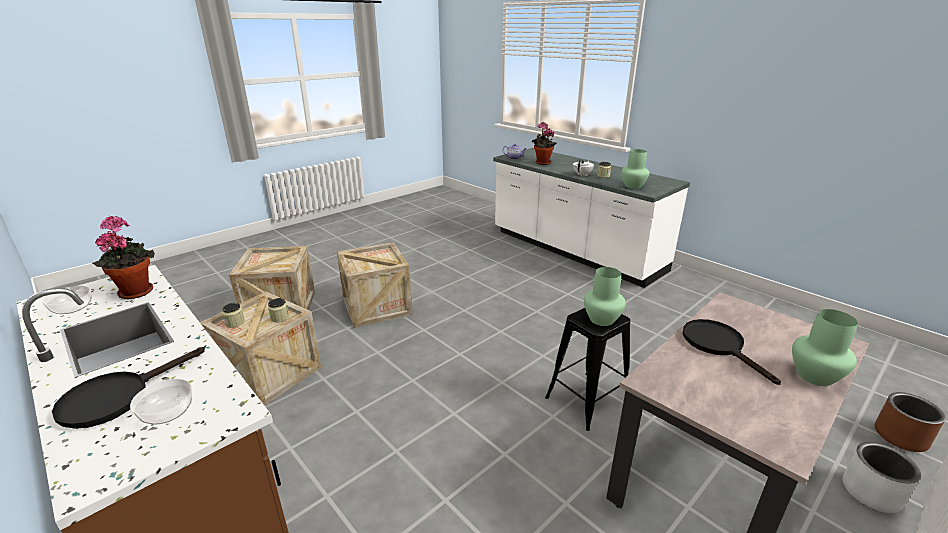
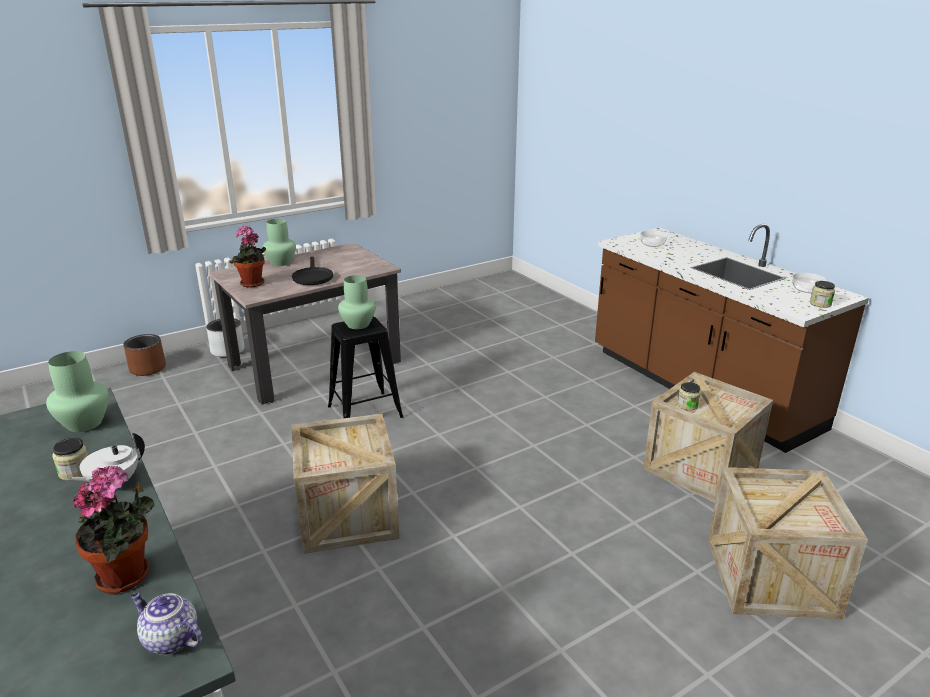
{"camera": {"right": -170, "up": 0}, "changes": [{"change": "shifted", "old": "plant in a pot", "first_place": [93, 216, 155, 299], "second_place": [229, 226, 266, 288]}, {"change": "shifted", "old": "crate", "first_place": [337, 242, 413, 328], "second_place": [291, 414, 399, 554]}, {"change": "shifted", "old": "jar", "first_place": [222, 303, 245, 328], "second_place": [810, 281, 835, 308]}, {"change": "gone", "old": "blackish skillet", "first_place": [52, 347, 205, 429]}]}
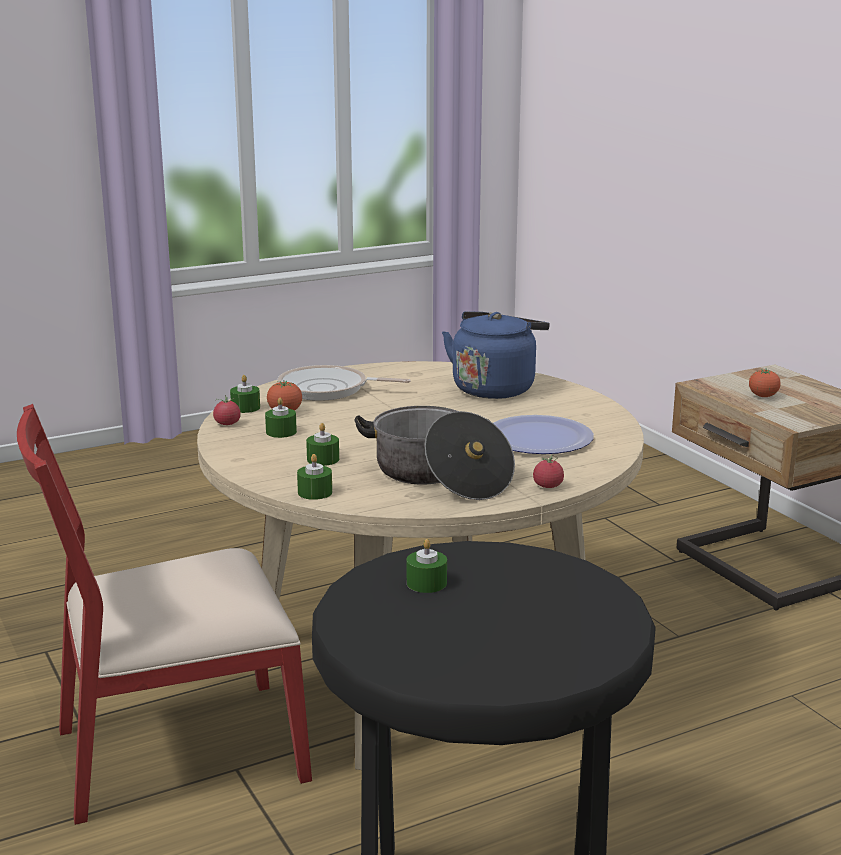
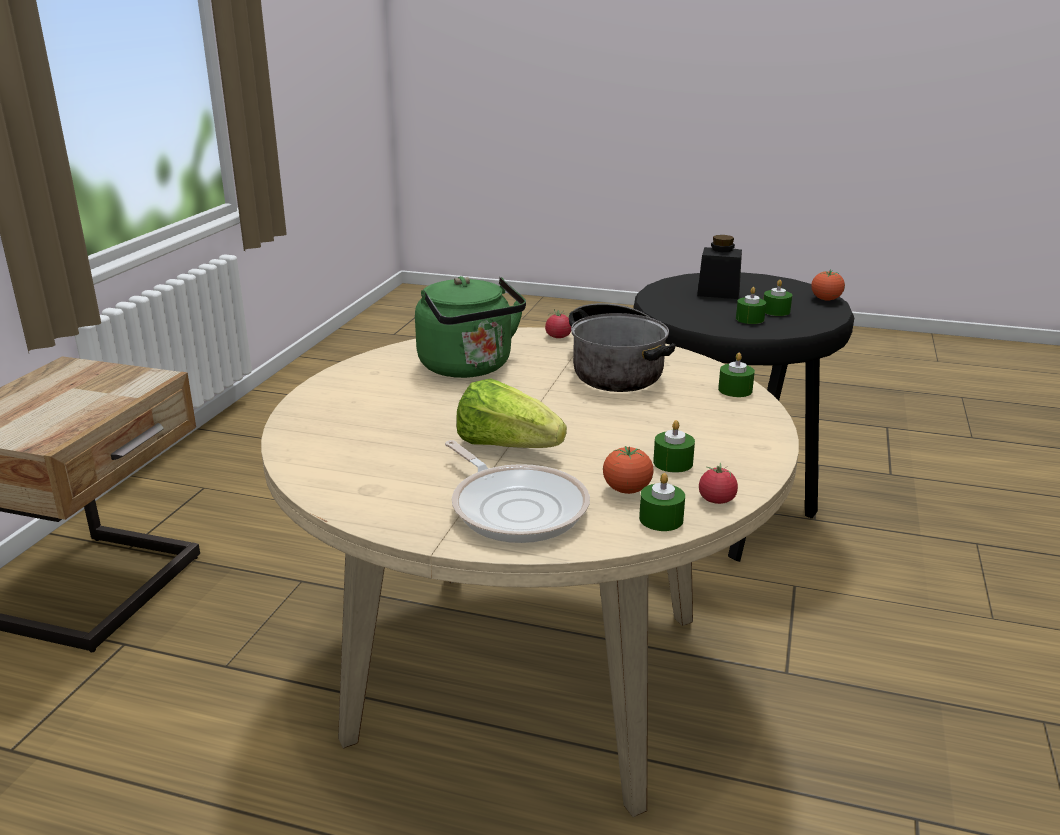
{"camera": {"right": -135, "up": 5}, "changes": [{"change": "swapped", "old": "plate", "new": "greenish tea kettle", "first_place": [493, 415, 594, 454], "second_place": [415, 276, 526, 378]}, {"change": "new", "new": "lettuce", "second_place": [456, 378, 567, 448]}, {"change": "new", "new": "blackish jar", "second_place": [697, 235, 742, 299]}, {"change": "shifted", "old": "greenish wax candle", "first_place": [306, 423, 339, 466], "second_place": [763, 280, 792, 316]}, {"change": "shifted", "old": "tomato", "first_place": [749, 368, 781, 397], "second_place": [811, 270, 845, 300]}, {"change": "gone", "old": "red-coloured chair", "first_place": [17, 404, 312, 825]}, {"change": "gone", "old": "blue tea kettle", "first_place": [442, 311, 549, 399]}]}
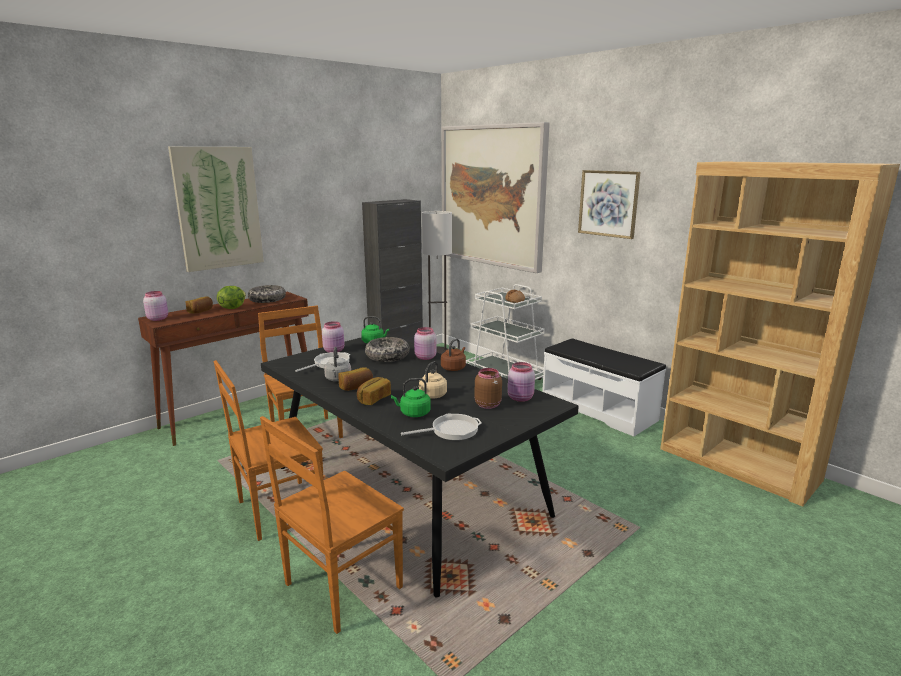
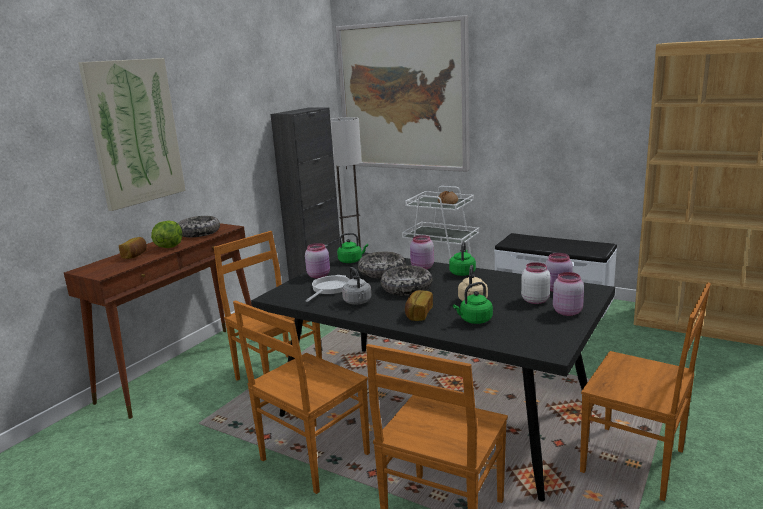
{"camera": {"right": -15, "up": 0}, "changes": [{"change": "new", "new": "deep dish", "second_place": [381, 266, 432, 296]}, {"change": "repainted", "old": "brown tea kettle", "new": "greenish tea kettle", "first_place": [441, 338, 466, 371], "second_place": [449, 241, 476, 276]}, {"change": "repainted", "old": "brown jar", "new": "white-coloured jar", "first_place": [474, 368, 502, 409], "second_place": [521, 262, 550, 304]}, {"change": "shifted", "old": "pink-coloured jar", "first_place": [143, 291, 168, 321], "second_place": [553, 272, 584, 316]}, {"change": "new", "new": "brown chair", "second_place": [580, 282, 711, 501]}, {"change": "gone", "old": "bakery bread", "first_place": [338, 367, 373, 391]}, {"change": "gone", "old": "skillet", "first_place": [401, 414, 481, 440]}, {"change": "gone", "old": "picture", "first_place": [578, 170, 641, 239]}]}
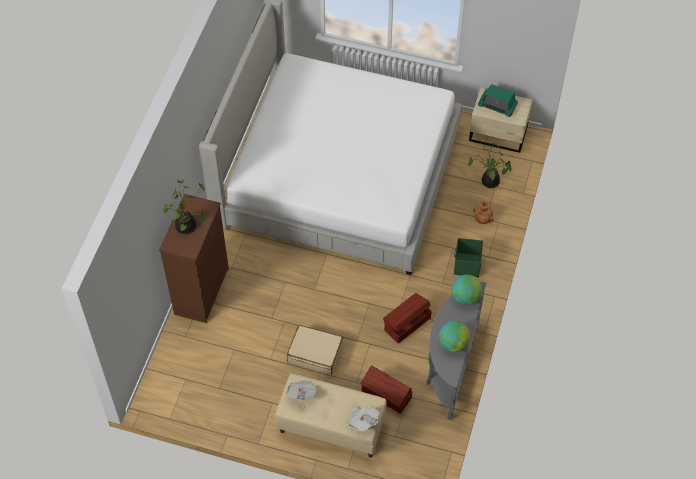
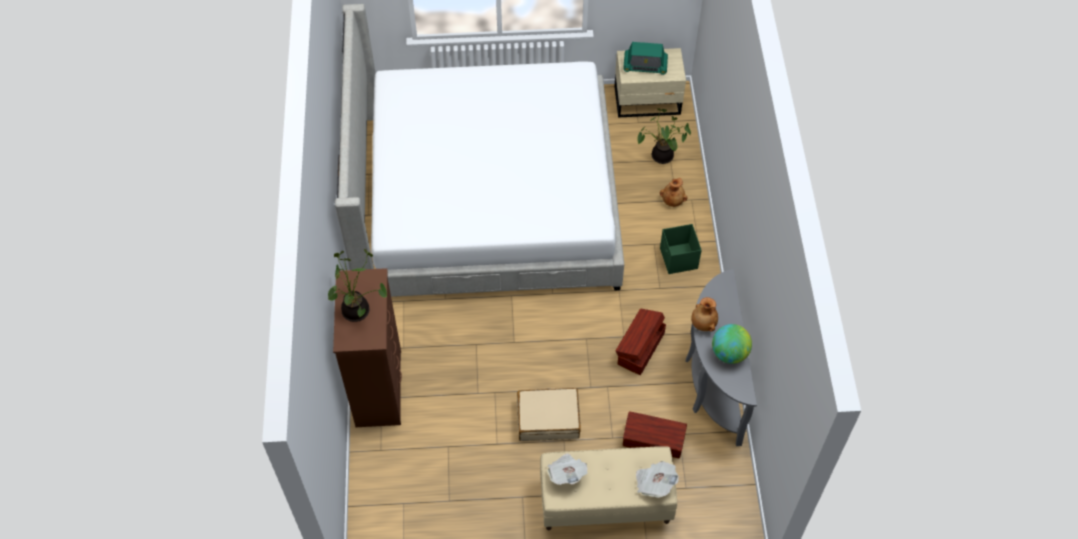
{"camera": {"right": -20, "up": 0}, "changes": [{"change": "new", "new": "brown decorative vase", "second_place": [691, 297, 718, 331]}, {"change": "gone", "old": "desk globe", "first_place": [452, 275, 482, 305]}]}
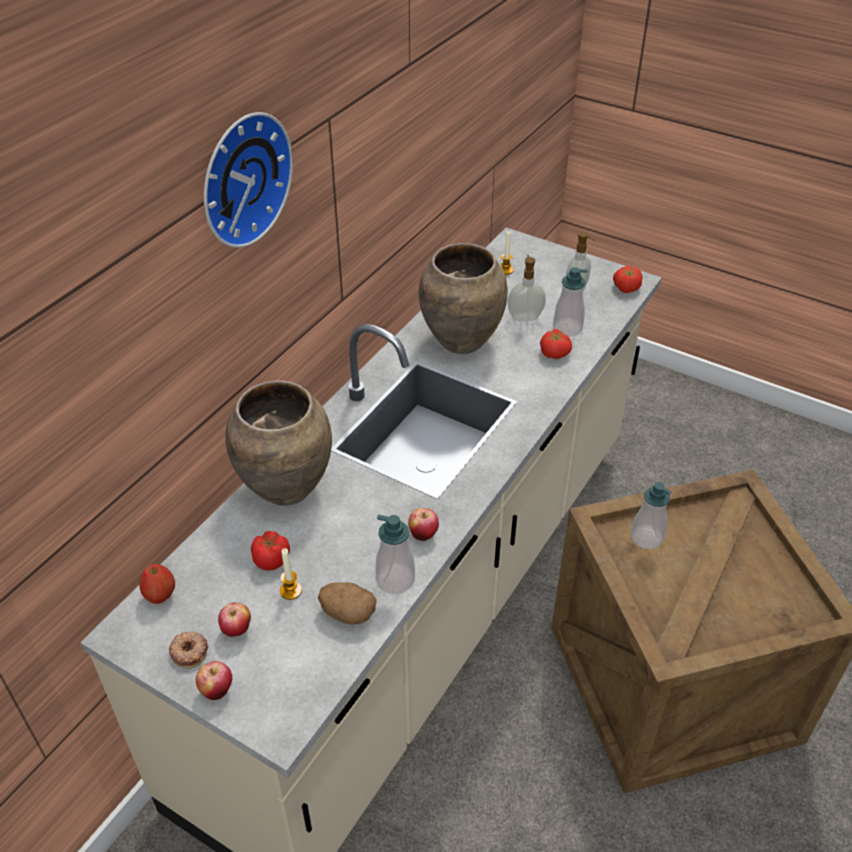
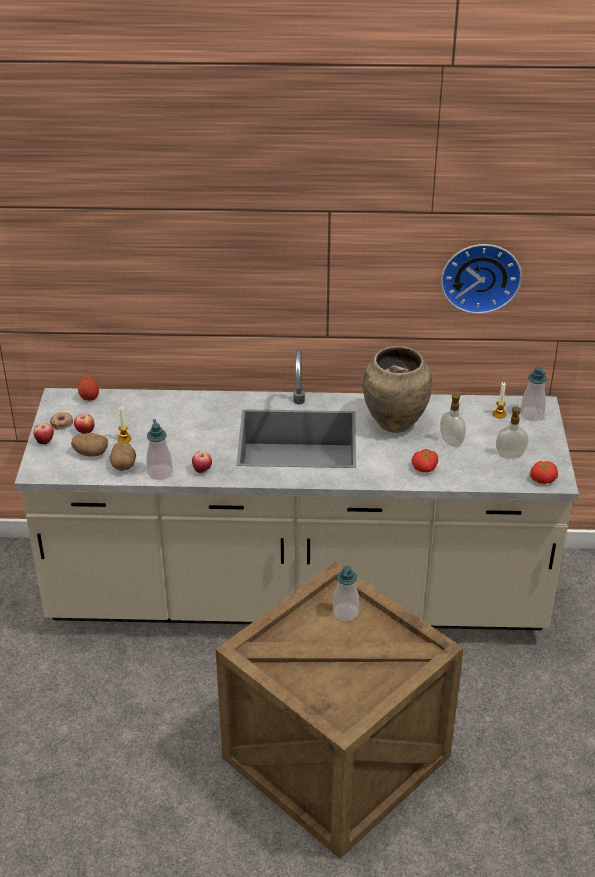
{"camera": {"right": 60, "up": -5}, "changes": [{"change": "new", "new": "spud", "second_place": [71, 433, 108, 457]}, {"change": "shifted", "old": "hanging clock", "first_place": [204, 112, 293, 248], "second_place": [441, 244, 522, 314]}, {"change": "shifted", "old": "soap bottle", "first_place": [553, 267, 588, 337], "second_place": [520, 366, 547, 421]}, {"change": "gone", "old": "brown decorative vase", "first_place": [225, 380, 332, 506]}, {"change": "gone", "old": "tomato", "first_place": [251, 531, 290, 571]}]}
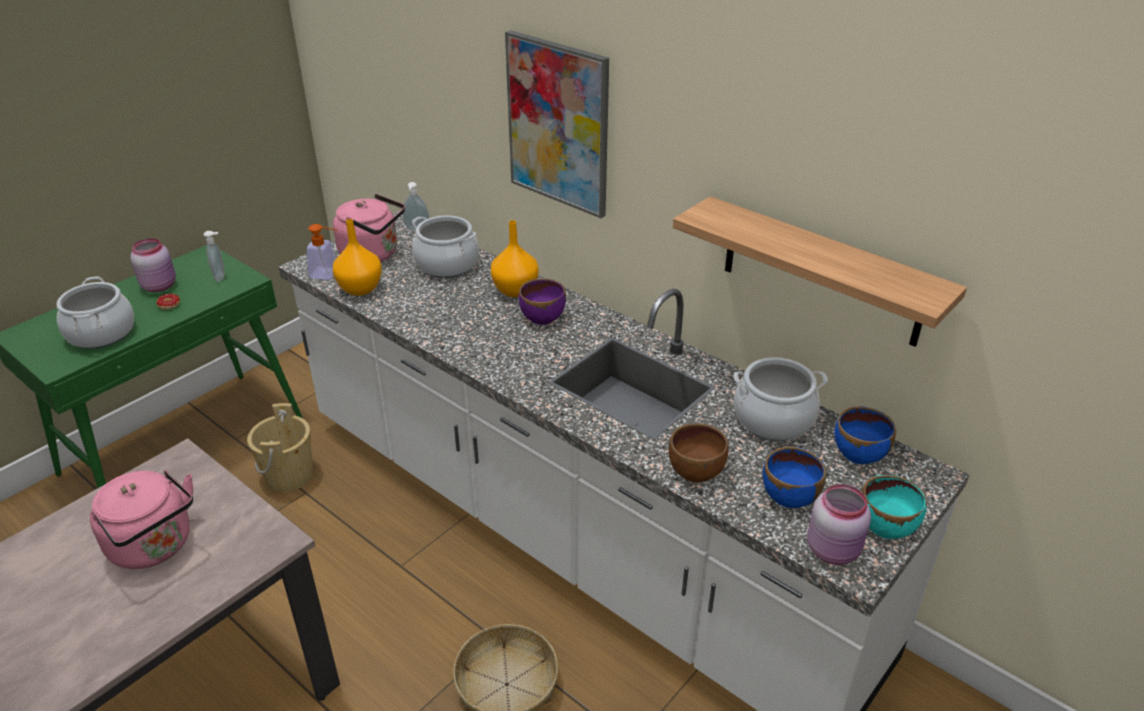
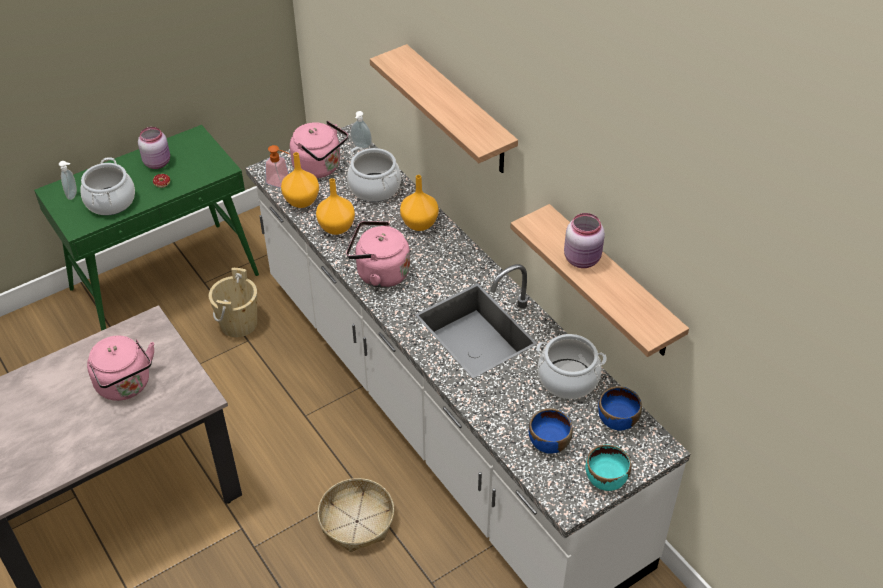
{"camera": {"right": 15, "up": 10}, "changes": [{"change": "shifted", "old": "soap bottle", "first_place": [203, 231, 225, 282], "second_place": [59, 161, 77, 200]}, {"change": "new", "new": "orange decorative vase", "second_place": [316, 178, 355, 235]}, {"change": "new", "new": "pink-coloured tea kettle", "second_place": [346, 221, 410, 288]}, {"change": "swapped", "old": "picture", "new": "shelf", "first_place": [505, 30, 609, 218], "second_place": [370, 44, 518, 173]}, {"change": "shifted", "old": "pink-coloured jar", "first_place": [807, 484, 871, 565], "second_place": [564, 213, 605, 268]}, {"change": "gone", "old": "purplish deep dish", "first_place": [519, 278, 566, 325]}, {"change": "gone", "old": "brown deep dish", "first_place": [669, 423, 729, 483]}]}
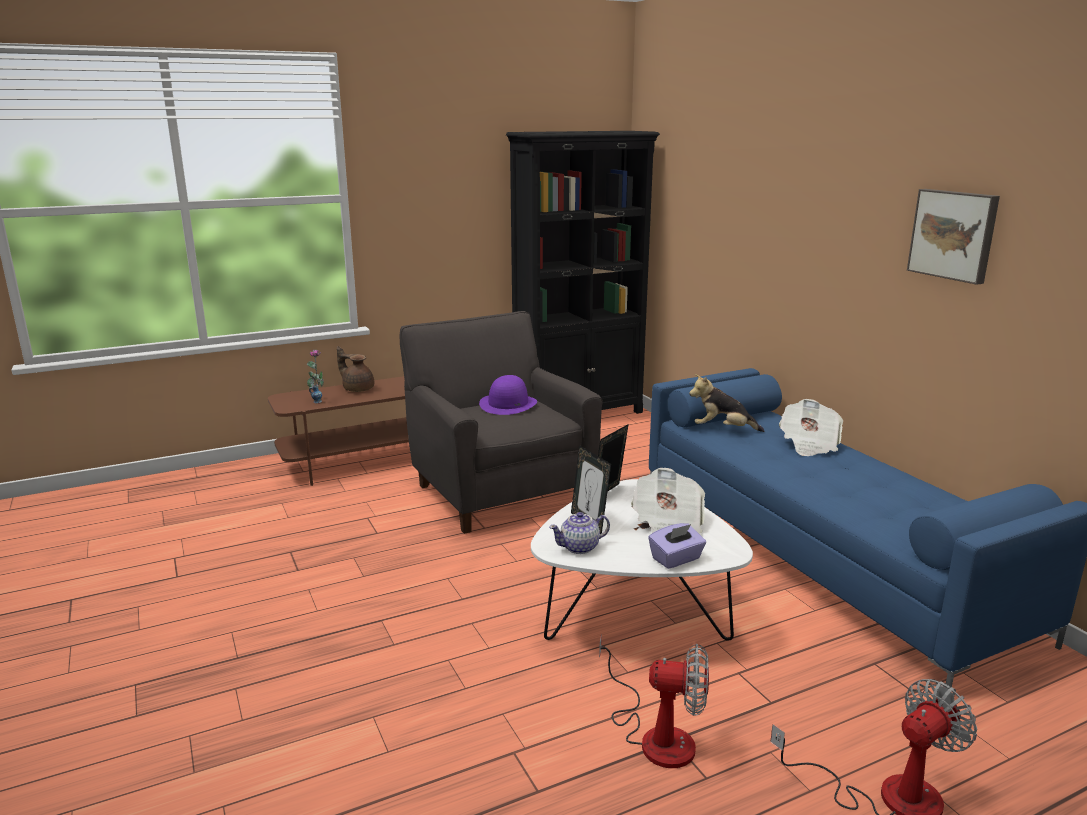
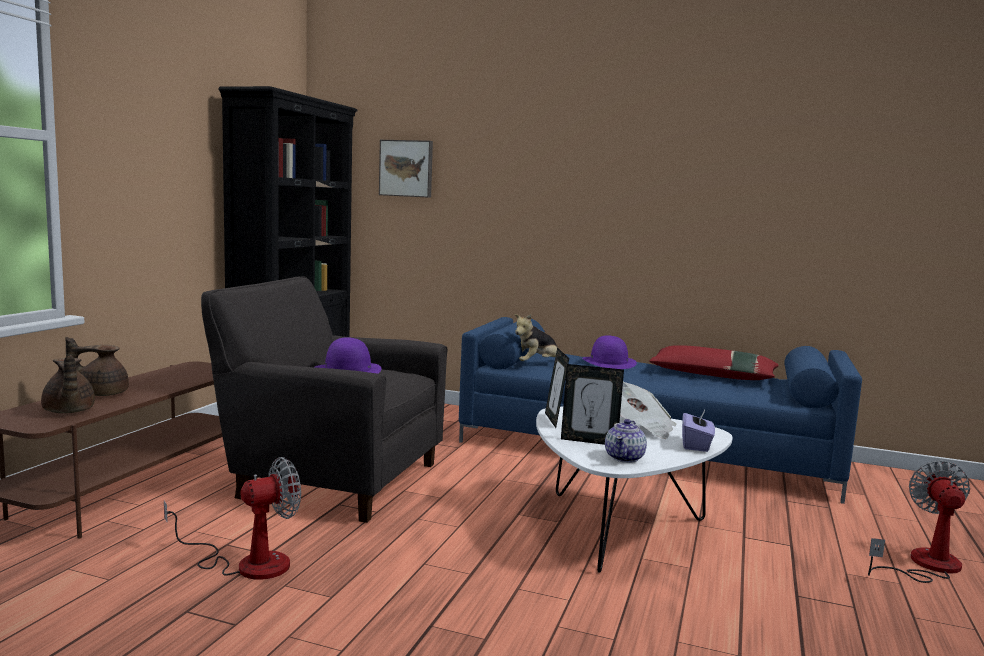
{"camera": {"right": -45, "up": -10}, "changes": [{"change": "swapped", "old": "decorative vase", "new": "brown tea pot", "first_place": [307, 350, 324, 403], "second_place": [41, 355, 95, 413]}, {"change": "shifted", "old": "fan", "first_place": [599, 634, 709, 768], "second_place": [164, 457, 301, 580]}, {"change": "shifted", "old": "picture", "first_place": [907, 189, 1000, 285], "second_place": [379, 140, 433, 198]}, {"change": "swapped", "old": "printed paper", "new": "purplish hat", "first_place": [779, 399, 843, 456], "second_place": [582, 335, 637, 369]}, {"change": "new", "new": "red-coloured throw pillow", "second_place": [649, 345, 779, 380]}]}
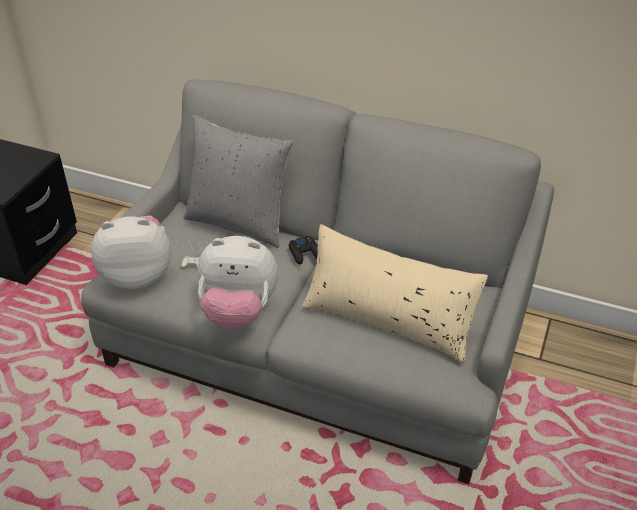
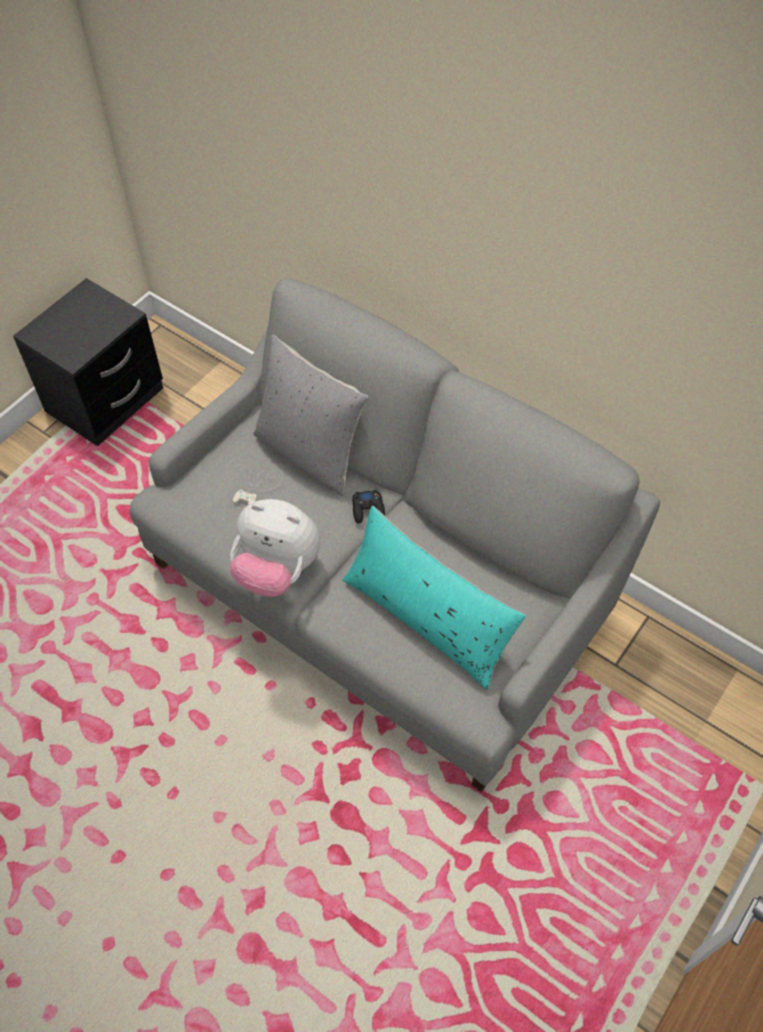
{"camera": {"right": 15, "up": 15}, "changes": [{"change": "repainted", "old": "beige-coloured throw pillow", "new": "turquoise throw pillow", "first_place": [302, 224, 488, 363], "second_place": [343, 506, 526, 690]}, {"change": "gone", "old": "soft toy", "first_place": [91, 216, 171, 289]}]}
